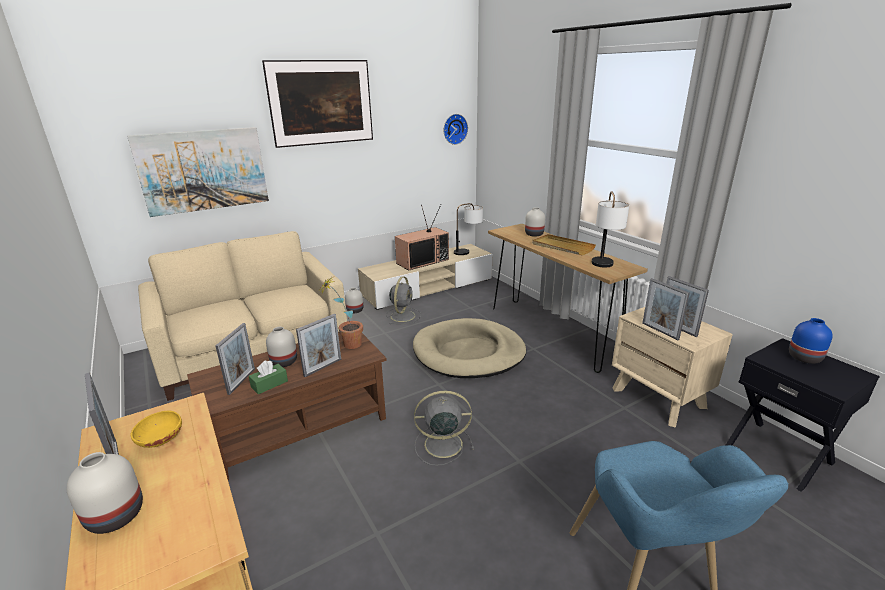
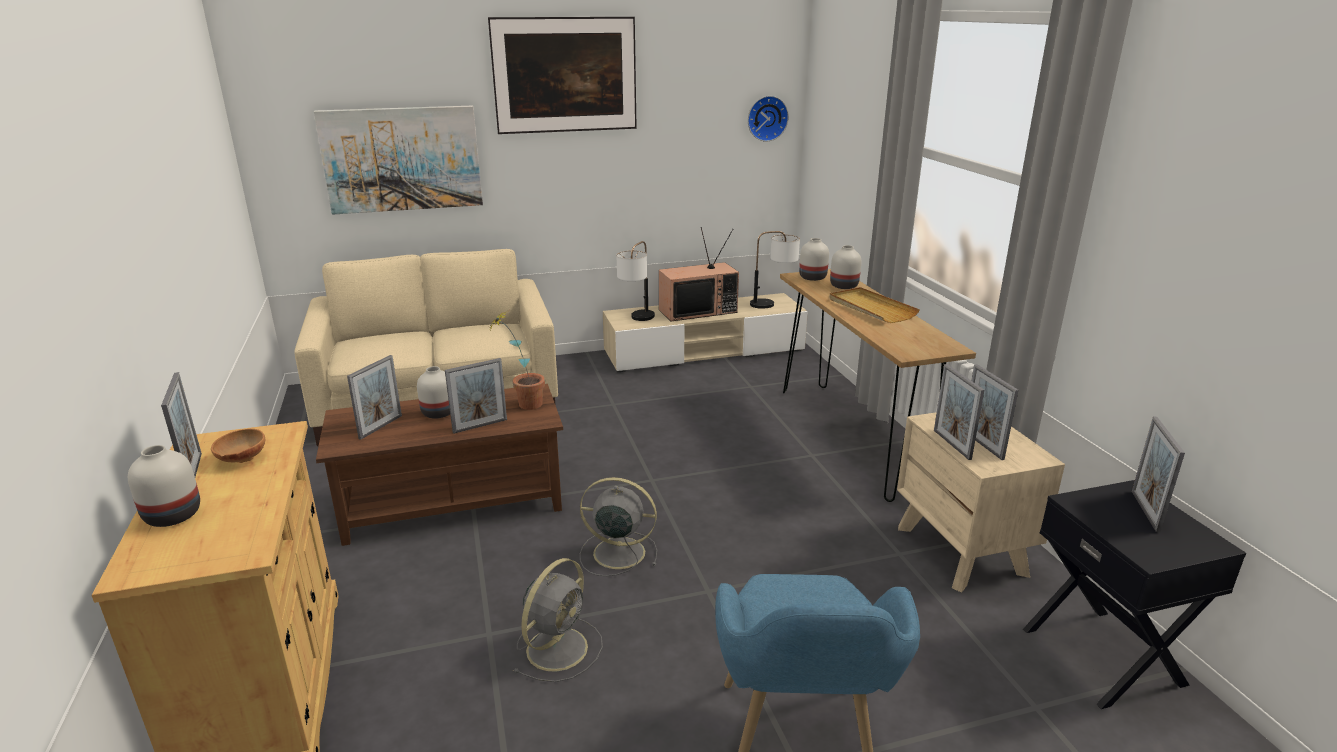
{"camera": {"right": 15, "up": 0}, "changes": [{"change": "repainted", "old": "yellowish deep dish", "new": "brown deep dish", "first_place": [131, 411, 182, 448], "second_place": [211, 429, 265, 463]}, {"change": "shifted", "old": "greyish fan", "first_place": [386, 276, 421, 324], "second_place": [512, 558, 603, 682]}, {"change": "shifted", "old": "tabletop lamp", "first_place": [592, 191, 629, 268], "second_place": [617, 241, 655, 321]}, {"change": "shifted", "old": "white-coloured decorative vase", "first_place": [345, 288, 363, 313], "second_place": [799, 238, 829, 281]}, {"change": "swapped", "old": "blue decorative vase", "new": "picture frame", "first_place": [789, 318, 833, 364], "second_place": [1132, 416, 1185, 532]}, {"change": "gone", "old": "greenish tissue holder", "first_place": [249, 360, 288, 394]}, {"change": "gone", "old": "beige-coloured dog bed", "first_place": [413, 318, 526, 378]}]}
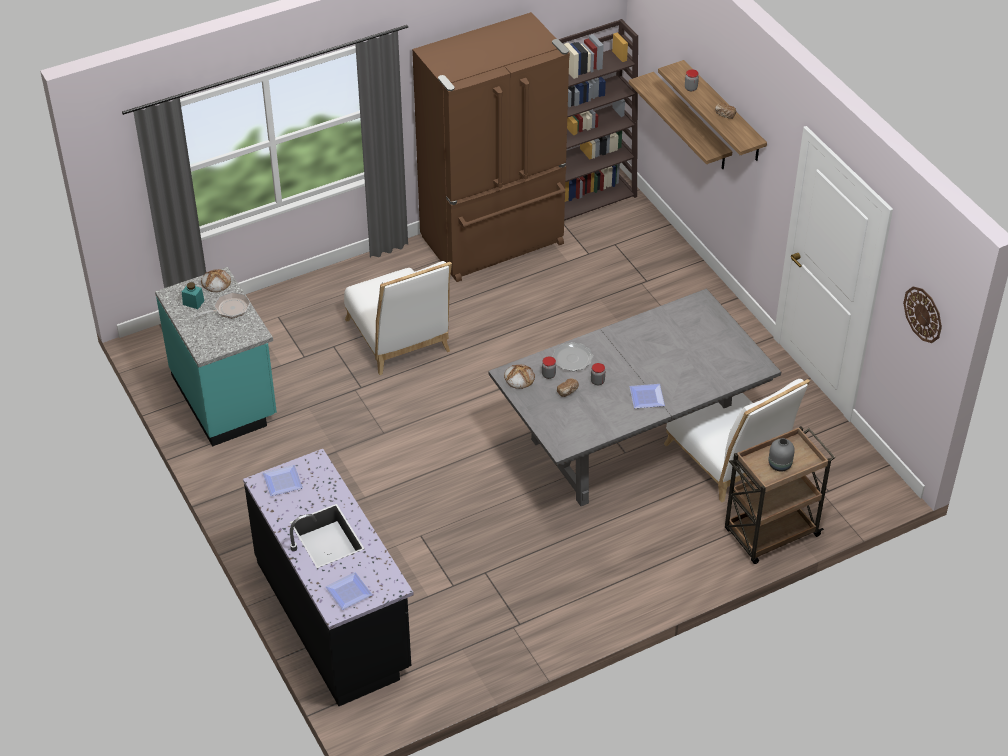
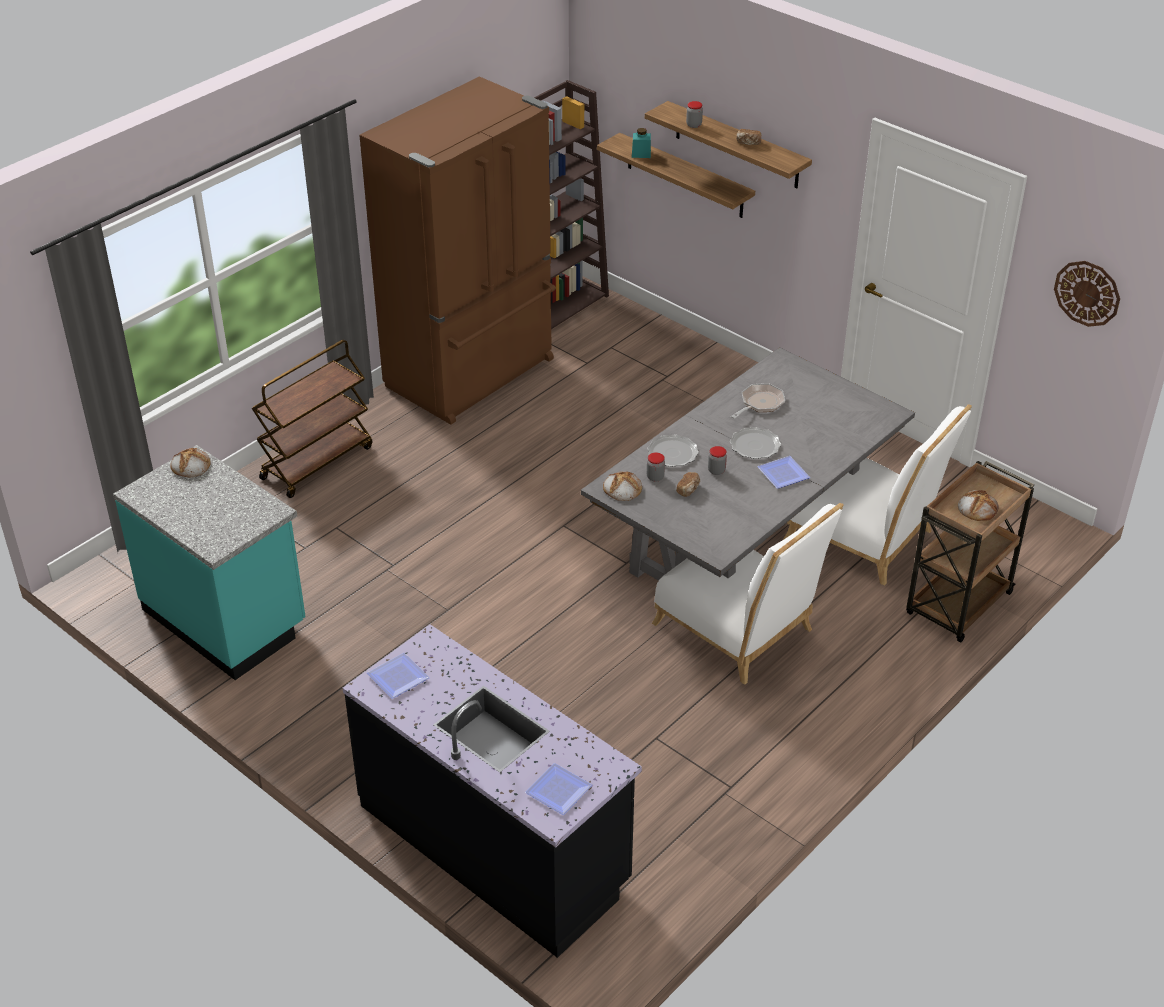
{"camera": {"right": -20, "up": -5}, "changes": [{"change": "new", "new": "brown wheeled cart", "second_place": [252, 340, 372, 498]}, {"change": "shifted", "old": "turquoise jar", "first_place": [182, 282, 204, 309], "second_place": [632, 128, 651, 158]}, {"change": "shifted", "old": "white-coloured chair", "first_place": [344, 261, 452, 375], "second_place": [652, 503, 844, 685]}, {"change": "new", "new": "plate", "second_place": [730, 427, 781, 459]}, {"change": "shifted", "old": "skillet", "first_place": [192, 292, 251, 319], "second_place": [731, 383, 785, 419]}, {"change": "swapped", "old": "greyish decorative vase", "new": "bakery bread", "first_place": [768, 438, 795, 471], "second_place": [958, 490, 999, 521]}]}
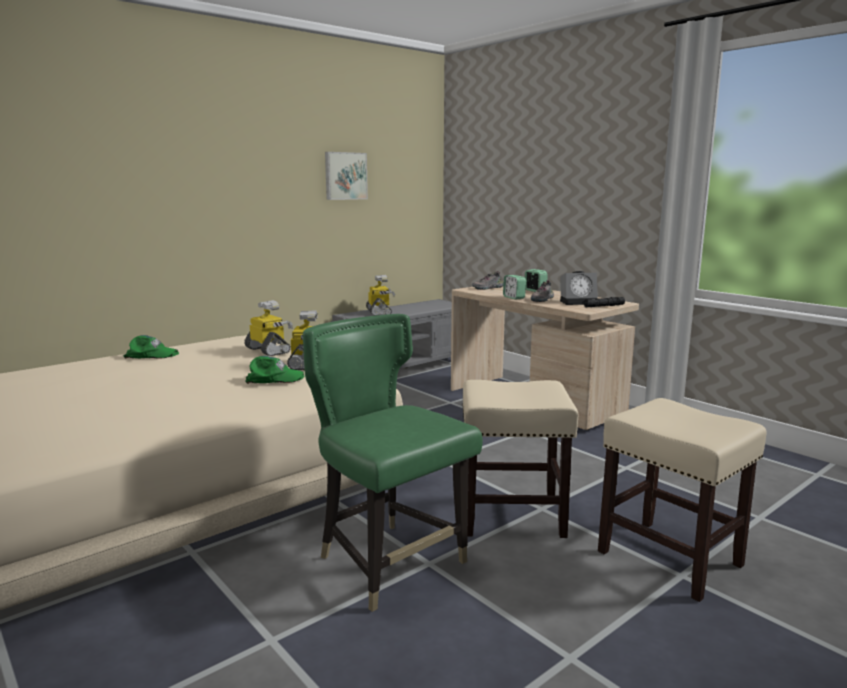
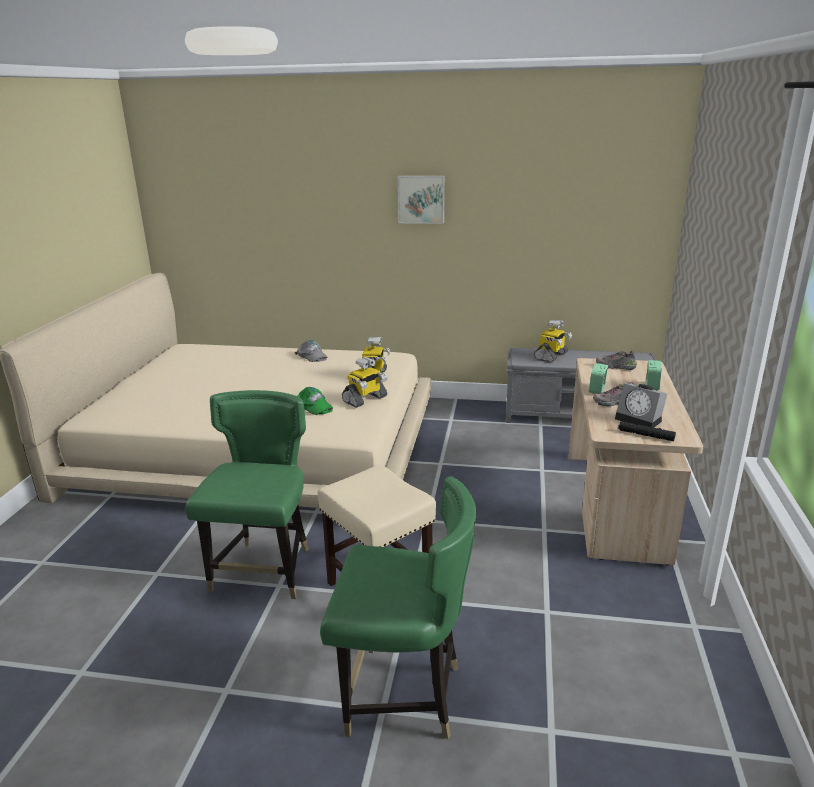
{"camera": {"right": 50, "up": 10}, "changes": [{"change": "repainted", "old": "greenish peaked cap", "new": "greyish peaked cap", "first_place": [123, 335, 179, 359], "second_place": [295, 340, 328, 362]}, {"change": "swapped", "old": "beige-coloured stool seat", "new": "greenish chair", "first_place": [598, 398, 767, 602], "second_place": [320, 476, 476, 739]}, {"change": "shifted", "old": "picture", "first_place": [325, 152, 368, 200], "second_place": [398, 176, 444, 224]}]}
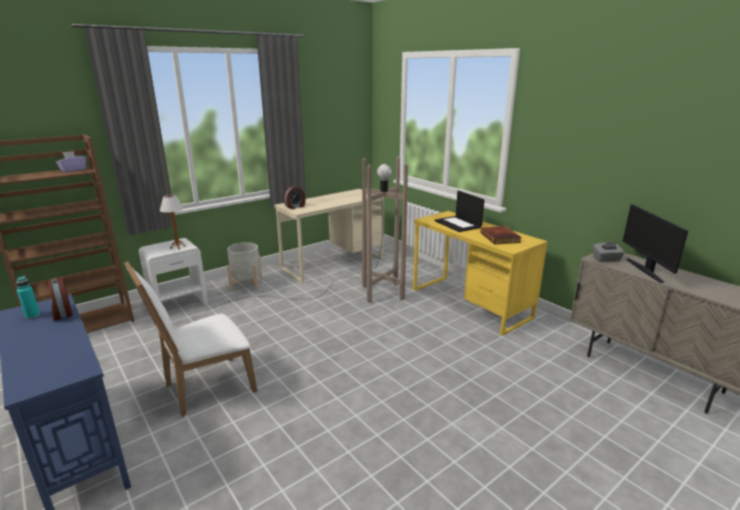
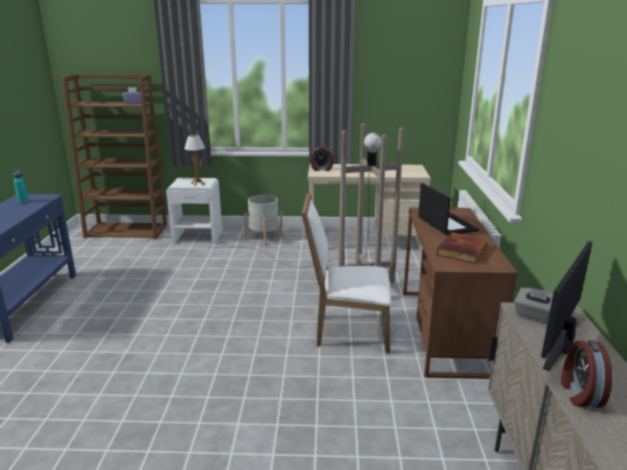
{"camera": {"right": 40, "up": 0}, "changes": [{"change": "shifted", "old": "white-coloured chair", "first_place": [124, 261, 257, 417], "second_place": [301, 193, 391, 353]}, {"change": "repainted", "old": "yellowish desk", "new": "brown desk", "first_place": [413, 211, 548, 336], "second_place": [403, 207, 518, 379]}, {"change": "rotated", "old": "notebook computer", "first_place": [434, 191, 485, 232], "second_place": [418, 183, 479, 236], "degrees": 150}, {"change": "shifted", "old": "table clock", "first_place": [48, 278, 73, 321], "second_place": [561, 340, 612, 407]}]}
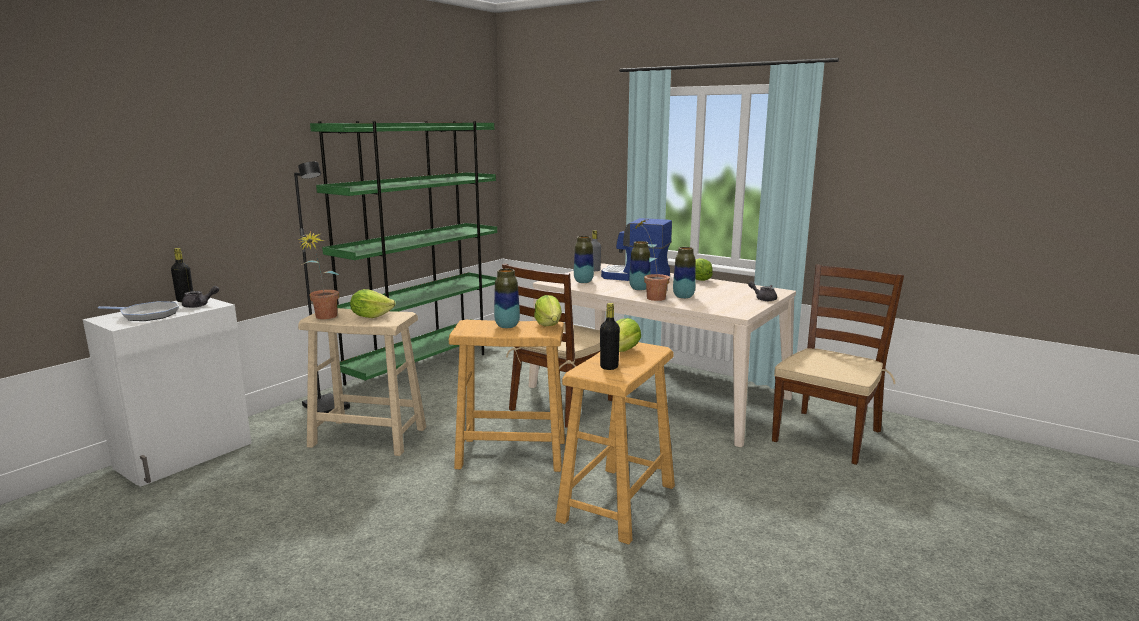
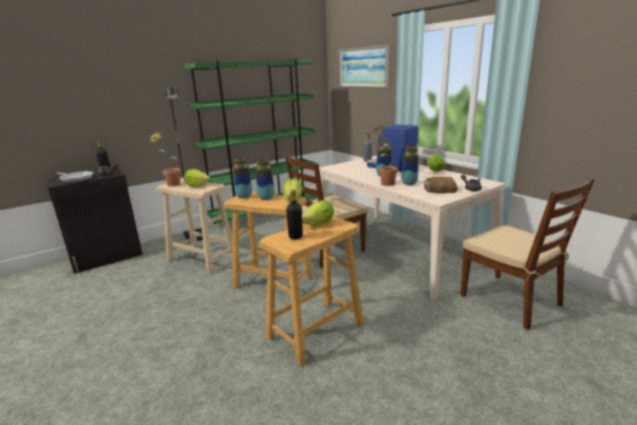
{"camera": {"right": 20, "up": 5}, "changes": [{"change": "repainted", "old": "white-coloured cupboard", "new": "blackish cupboard", "first_place": [83, 298, 252, 487], "second_place": [47, 168, 143, 274]}, {"change": "shifted", "old": "decorative vase", "first_place": [574, 236, 594, 283], "second_place": [233, 158, 252, 198]}, {"change": "new", "new": "picture", "second_place": [339, 45, 389, 87]}, {"change": "new", "new": "bakery bread", "second_place": [424, 177, 458, 193]}, {"change": "rotated", "old": "brown chair", "first_place": [772, 265, 904, 465], "second_place": [461, 177, 595, 330], "degrees": 90}]}
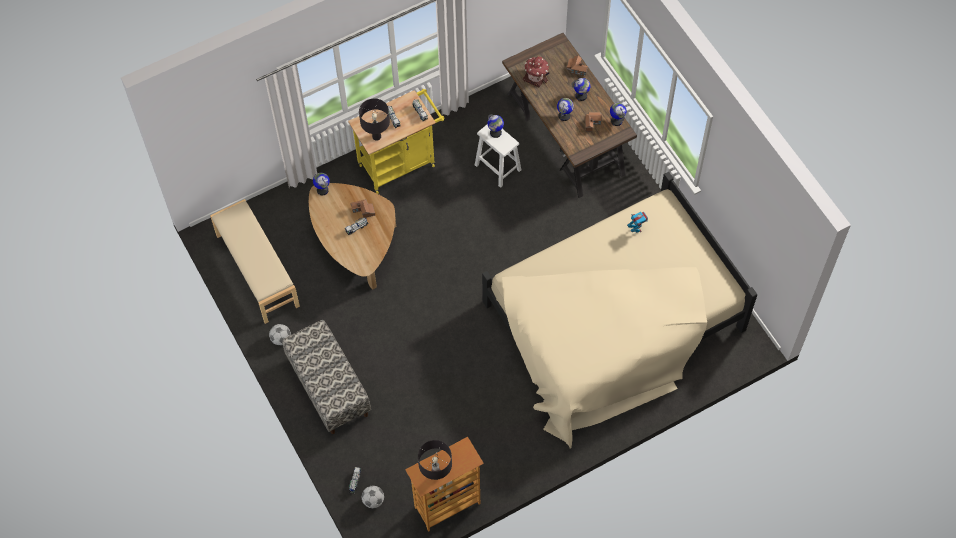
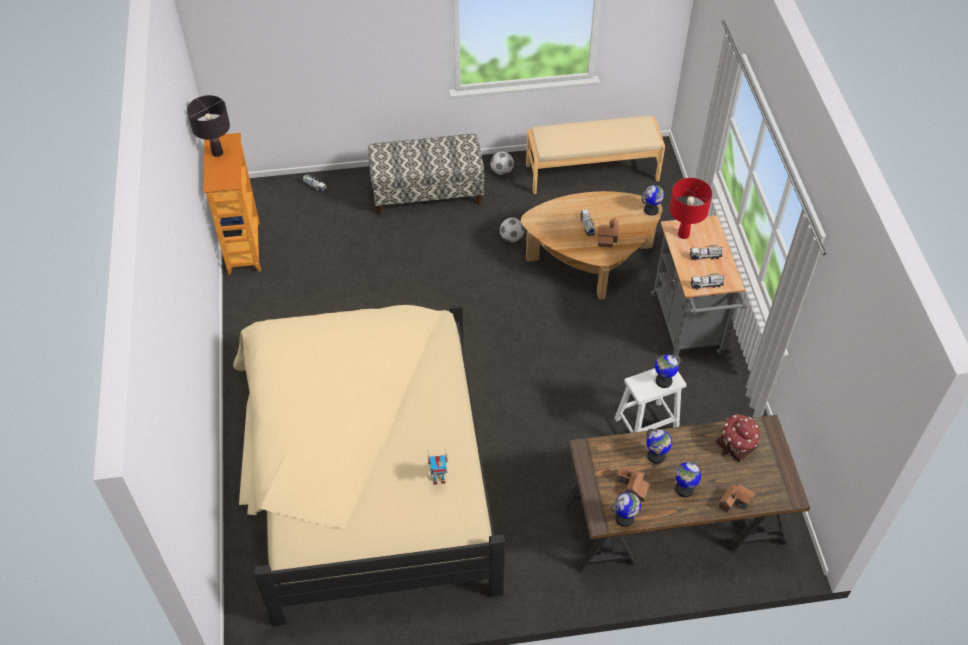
{"camera": {"right": 110, "up": -10}, "changes": [{"change": "shifted", "old": "ball for football", "first_place": [362, 486, 384, 508], "second_place": [500, 218, 524, 242]}, {"change": "repainted", "old": "yellowish wheeled cart", "new": "greyish wheeled cart", "first_place": [348, 89, 444, 194], "second_place": [651, 215, 748, 356]}, {"change": "repainted", "old": "blackish tabletop lamp", "new": "red-coloured tabletop lamp", "first_place": [359, 99, 390, 141], "second_place": [669, 178, 712, 239]}]}
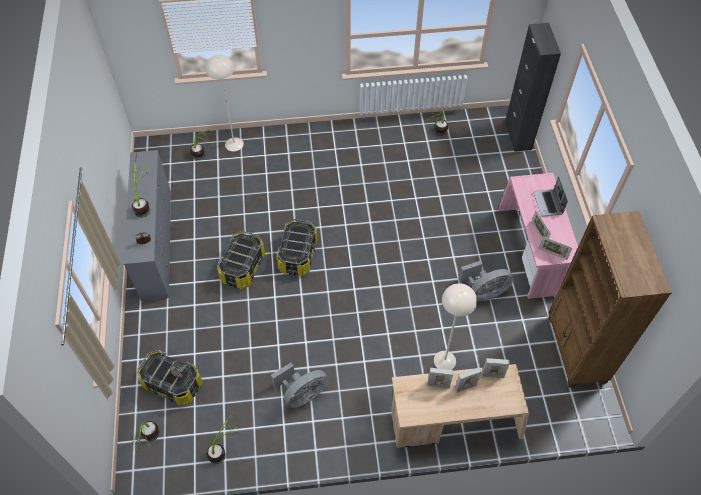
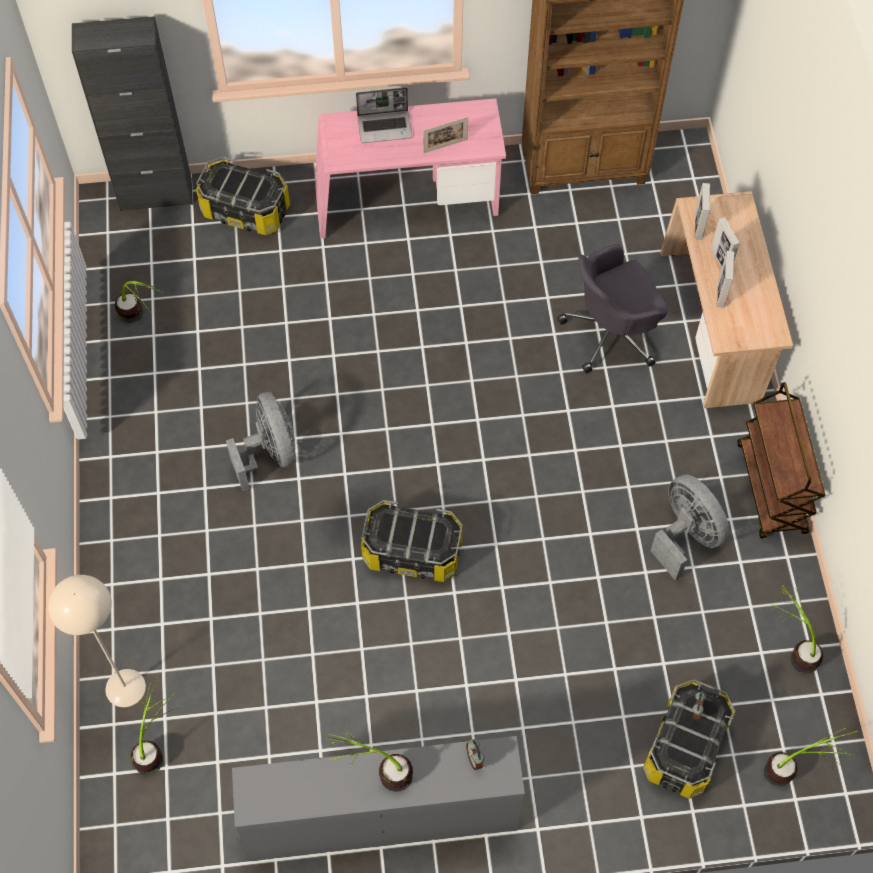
{"camera": {"right": -90, "up": 5}, "changes": [{"change": "shifted", "old": "storage bin", "first_place": [217, 231, 265, 289], "second_place": [196, 157, 290, 235]}, {"change": "shifted", "old": "greyish fan", "first_place": [459, 260, 513, 301], "second_place": [226, 392, 296, 491]}, {"change": "swapped", "old": "beige-coloured floor lamp", "new": "greyish office chair", "first_place": [434, 283, 477, 370], "second_place": [557, 244, 667, 373]}, {"change": "new", "new": "brown wheeled cart", "second_place": [737, 382, 825, 539]}, {"change": "gone", "old": "picture frame", "first_place": [538, 237, 572, 260]}]}
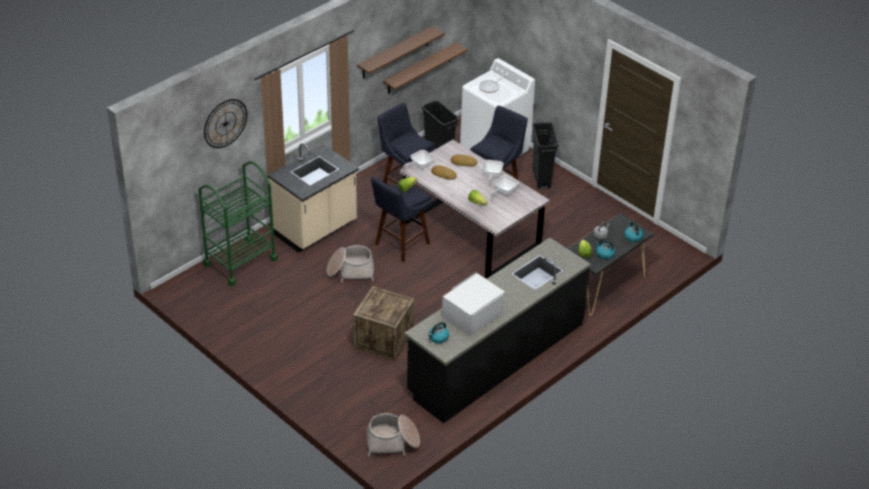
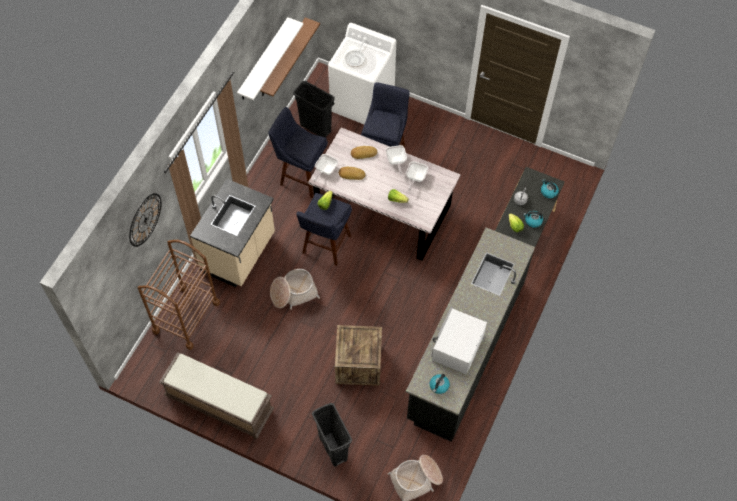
{"camera": {"right": -20, "up": 20}, "changes": [{"change": "repainted", "old": "greenish wheeled cart", "new": "brown wheeled cart", "first_place": [198, 161, 278, 286], "second_place": [138, 240, 220, 350]}, {"change": "new", "new": "brown indoor bench", "second_place": [159, 352, 274, 439]}, {"change": "repainted", "old": "brown shelf", "new": "white-coloured shelf", "first_place": [357, 26, 445, 79], "second_place": [237, 17, 303, 100]}, {"change": "shifted", "old": "blackish rubbish bin", "first_place": [532, 122, 559, 189], "second_place": [312, 403, 352, 467]}]}
